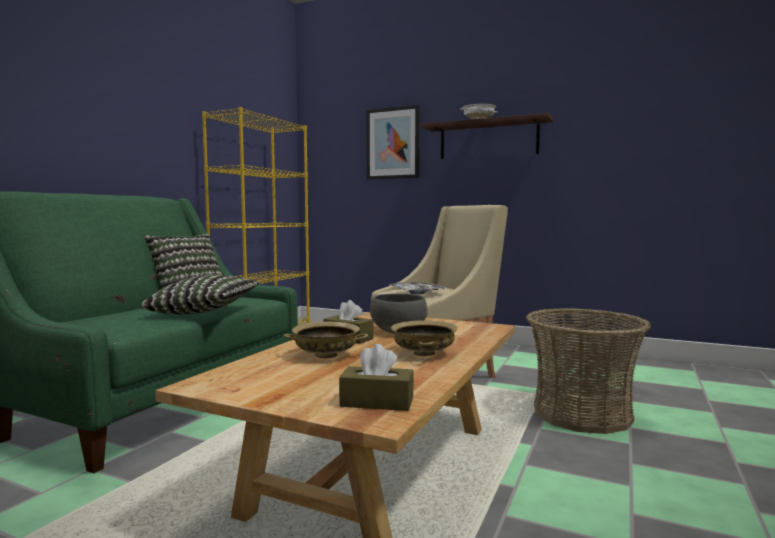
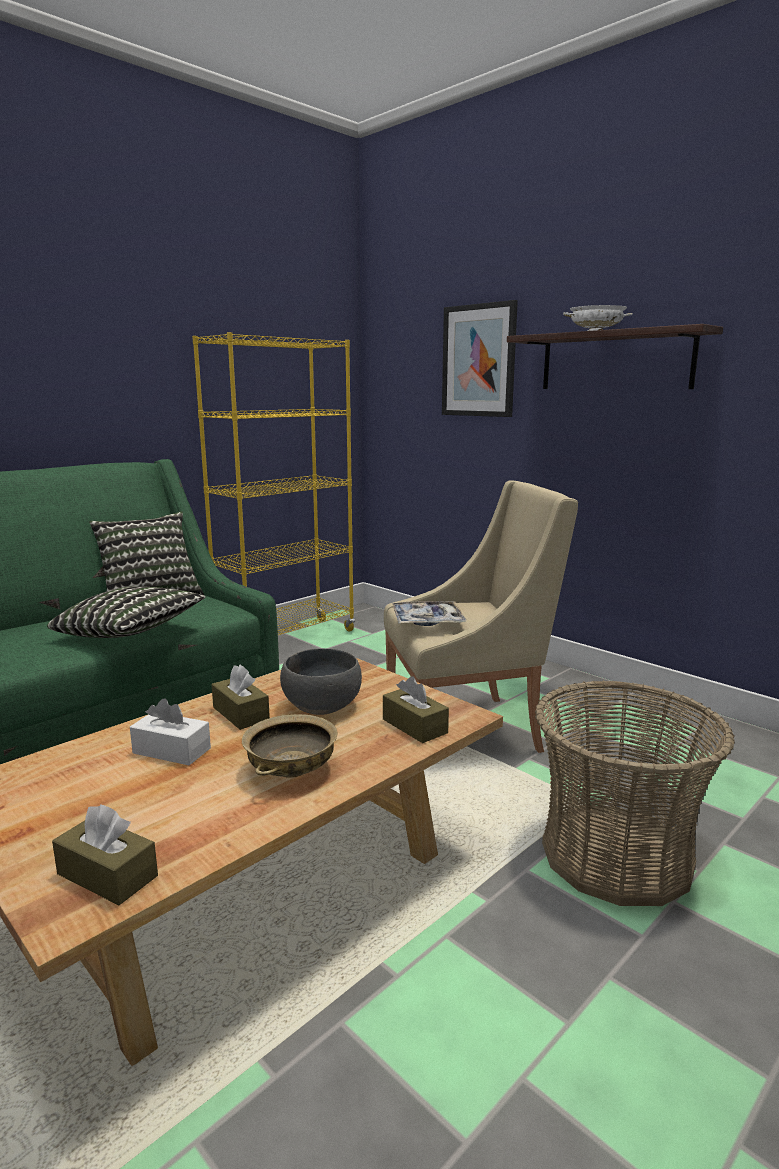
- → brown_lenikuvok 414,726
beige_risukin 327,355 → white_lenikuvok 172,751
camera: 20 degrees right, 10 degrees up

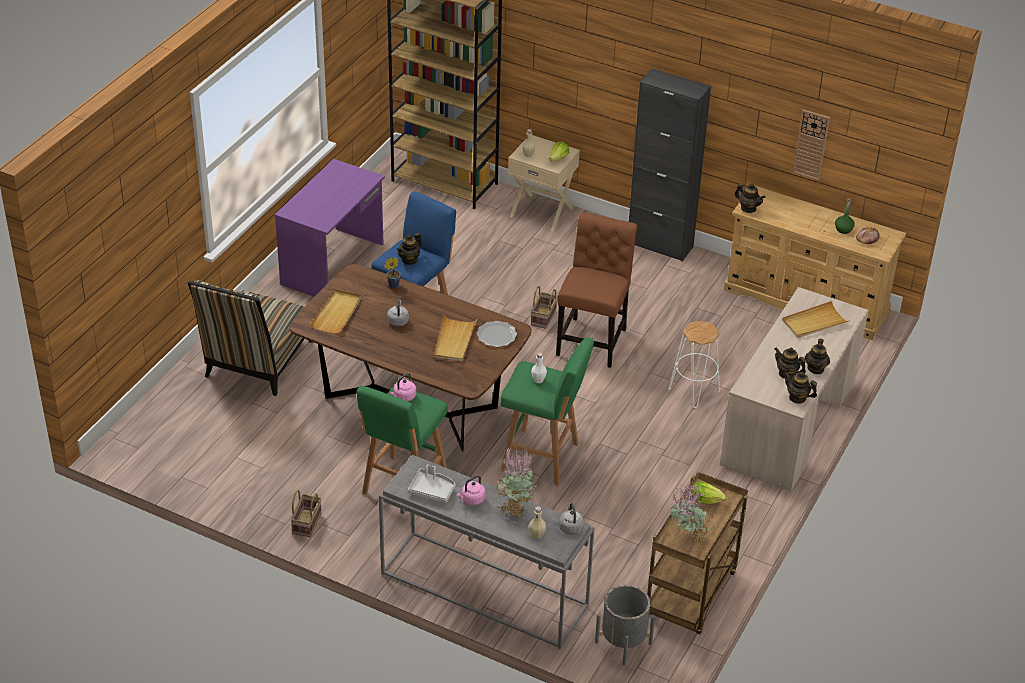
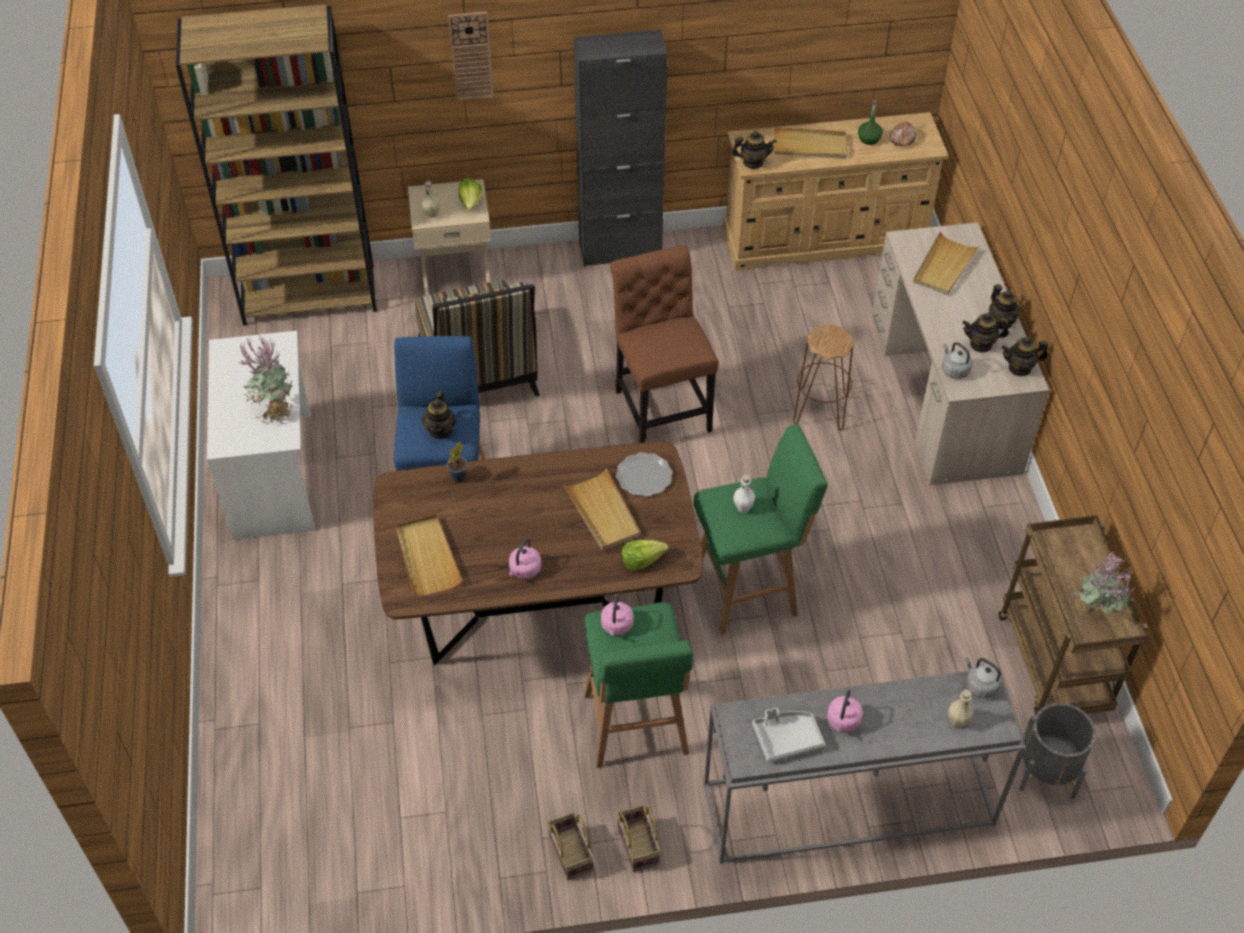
- → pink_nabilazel 524,570
- → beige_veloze 810,146
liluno 256,363 → liluno 479,372, shifted
grey_nabilazel 398,320 → grey_nabilazel 954,370, shifted
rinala 514,508 → rinala 274,410, shifted
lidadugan 543,318 → lidadugan 639,846, shifted
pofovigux 706,500 → pofovigux 642,560, shifted
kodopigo 811,144 → kodopigo 471,56, shifted
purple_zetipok 334,264 → white_zetipok 275,474
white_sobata 694,390 → brown_sobata 820,409
camera: 35 degrees left, 10 degrees up

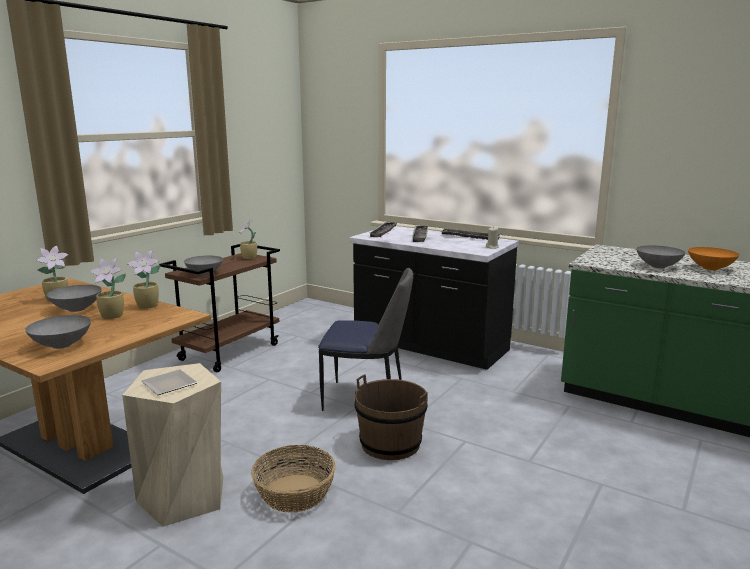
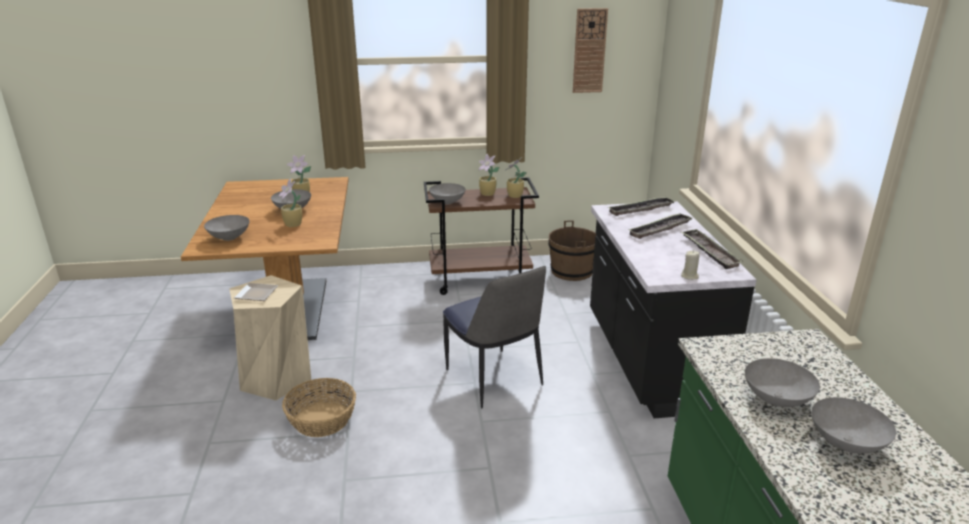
- → kodopigo 589,51
rinala 148,306 → rinala 488,194, shifted
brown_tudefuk 390,444 → brown_tudefuk 572,271, shifted
orange_risukin 710,268 → grey_risukin 846,443
camera: 50 degrees right, 10 degrees up

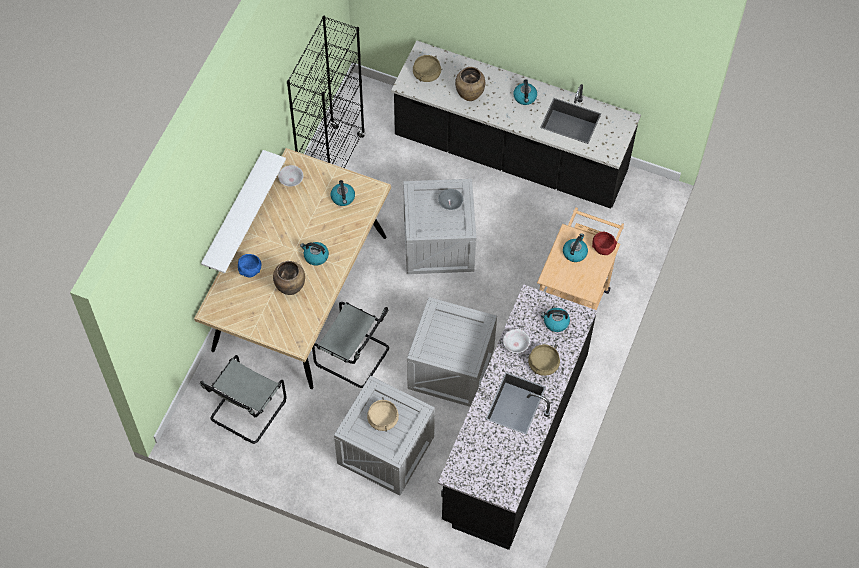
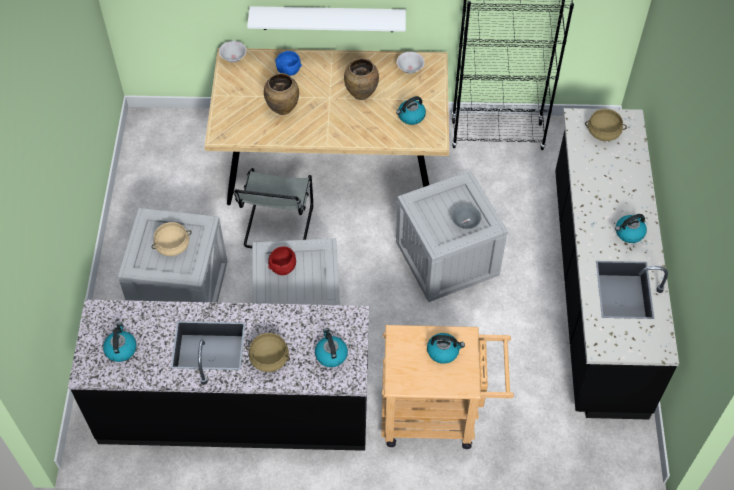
grey_liluno 246,412 → -
nabilazel 315,256 → nabilazel 121,349, shifted
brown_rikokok 469,95 → brown_rikokok 361,93, shifted
white_risukin 516,345 → white_risukin 233,58, shifted
red_risukin 603,248 → red_risukin 283,267, shifted
camera: 70 degrees right, 5 degrees down

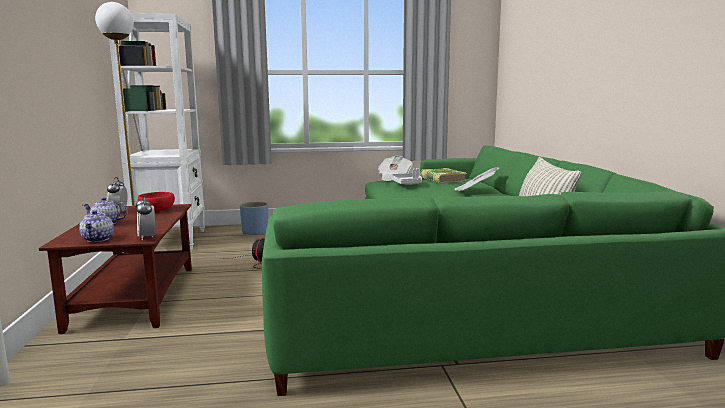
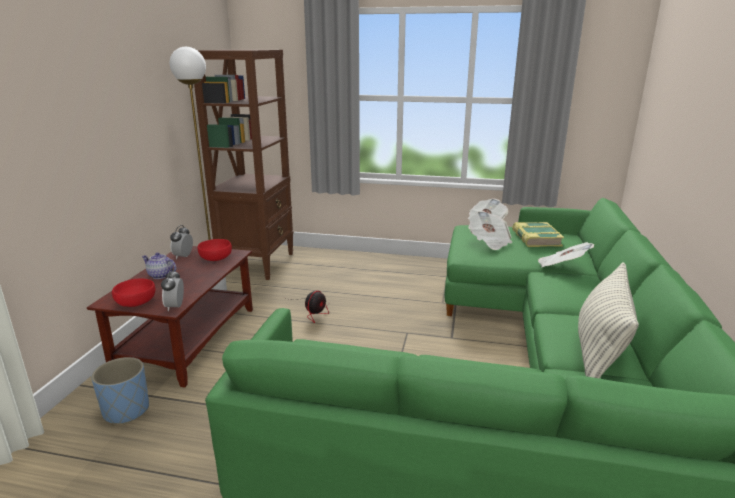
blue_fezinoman 255,232 → blue_fezinoman 126,410, shifted
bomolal 98,239 → red_risukin 137,302
grey_veloze 407,184 → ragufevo 489,241
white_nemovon 171,240 → brown_nemovon 258,263
camera: 20 degrees right, 10 degrees up

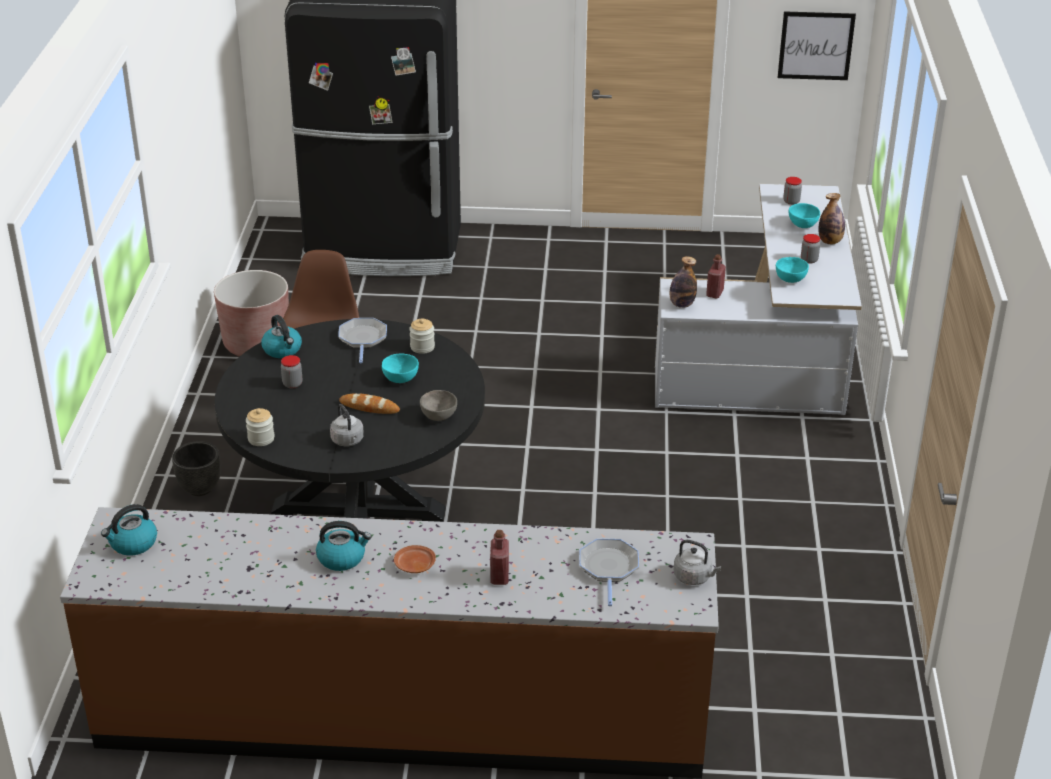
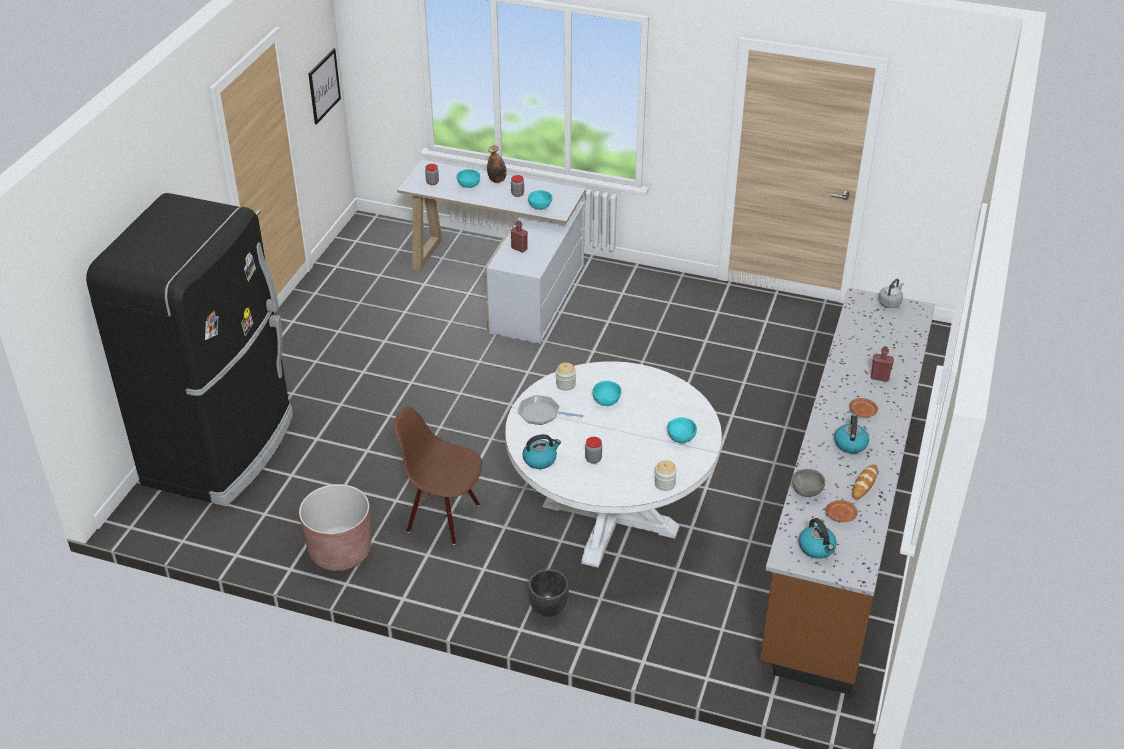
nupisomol 608,568 → -
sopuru 681,304 → -
- → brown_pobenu 841,515
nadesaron 369,407 → nadesaron 864,484, shifted
grey_risukin 439,416 → grey_risukin 806,491, shifted
grey_nabilazel 348,441 → turquoise_risukin 681,438
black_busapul 358,511 → white_busapul 610,517
camera: 75 degrees left, 5 degrees up

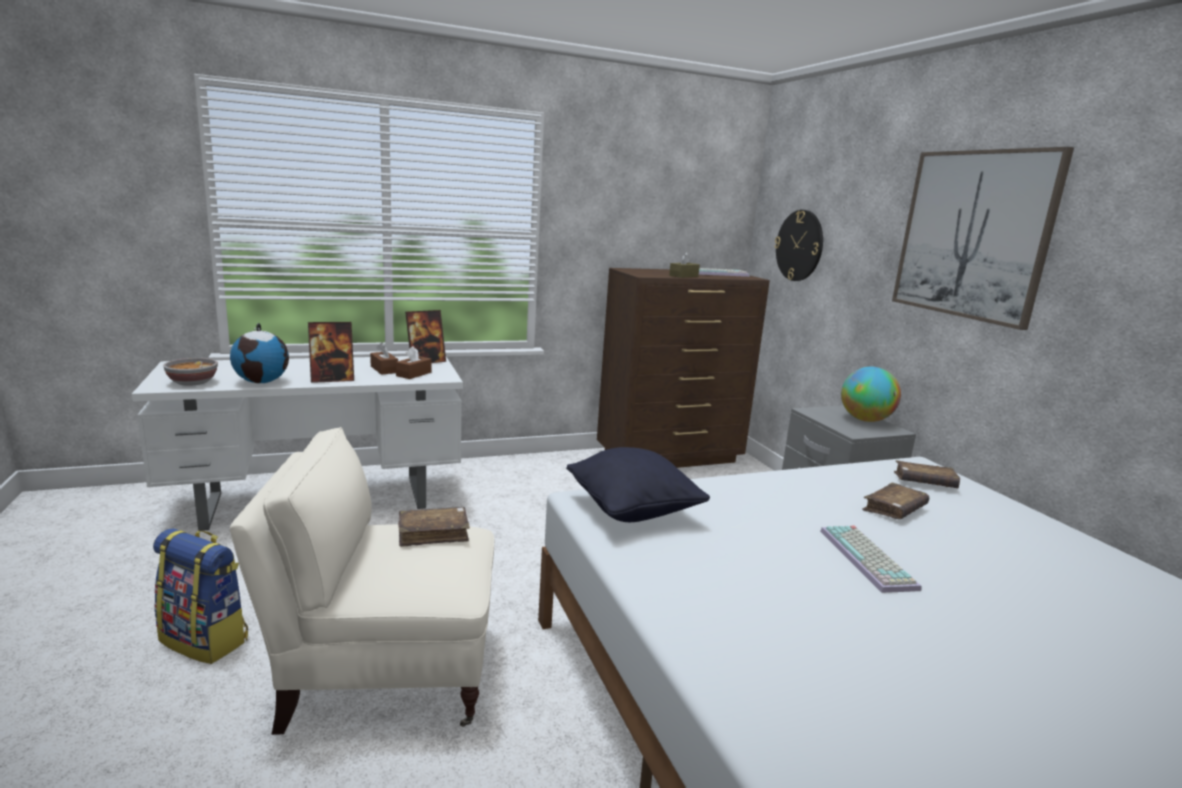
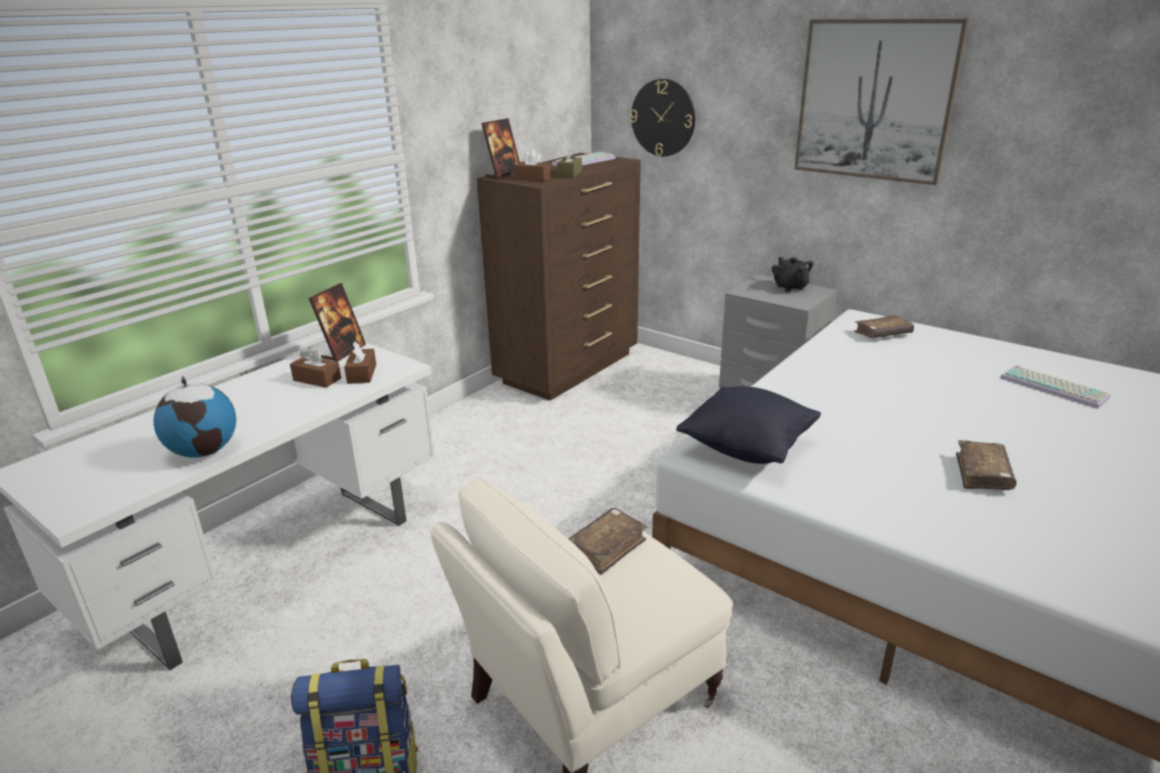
risukin 192,382 → -
- → brown_lenikuvok 532,178
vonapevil 332,379 → vonapevil 503,175, shifted
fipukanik 869,559 → fipukanik 1055,387, shifted
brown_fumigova 894,509 → brown_fumigova 982,474, shifted
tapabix 865,420 → black_bomolal 790,287
camera: 30 degrees left, 10 degrees up

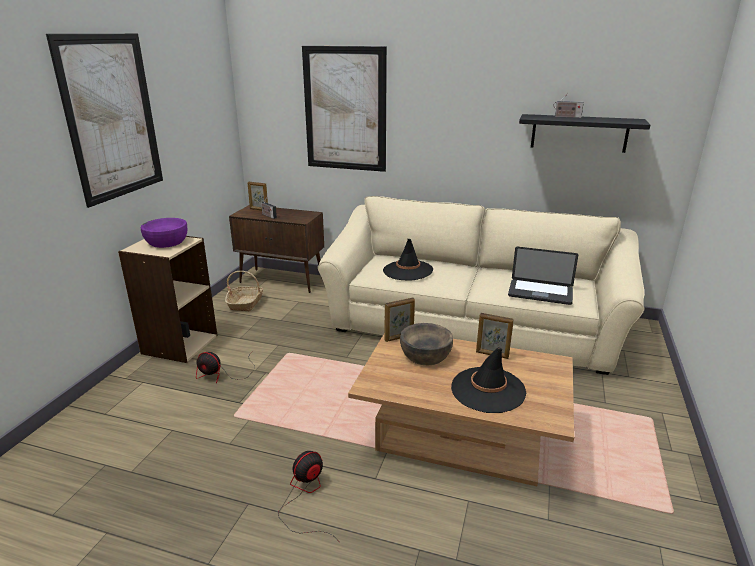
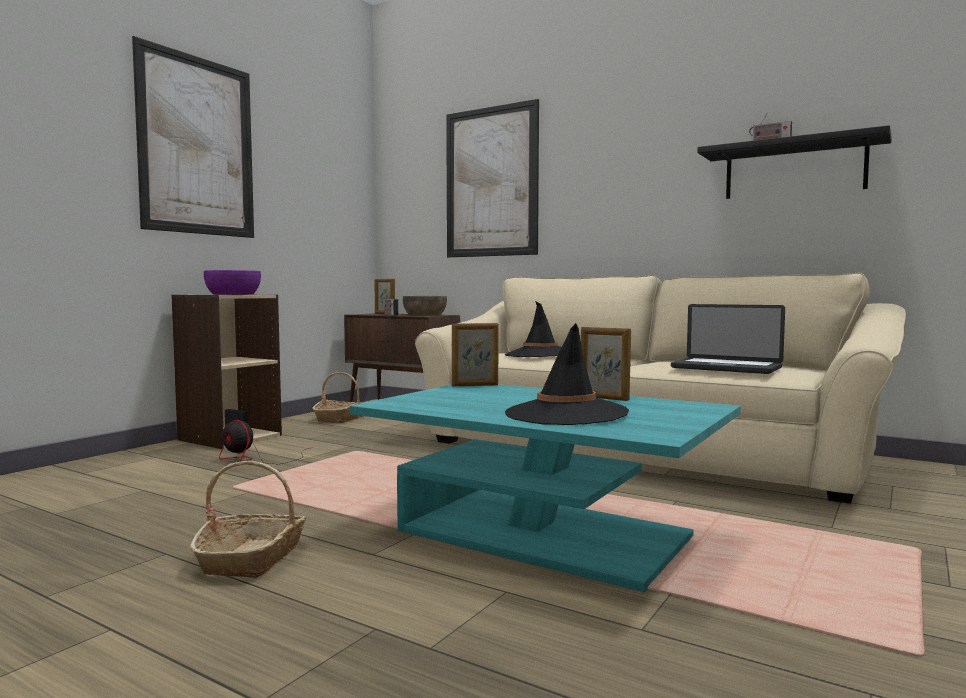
brown_risukin 425,355 → brown_risukin 425,315, shifted
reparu 306,497 → lidadugan 252,557
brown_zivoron 460,438 → turquoise_zivoron 543,534
camera: 15 degrees right, 20 degrees down

